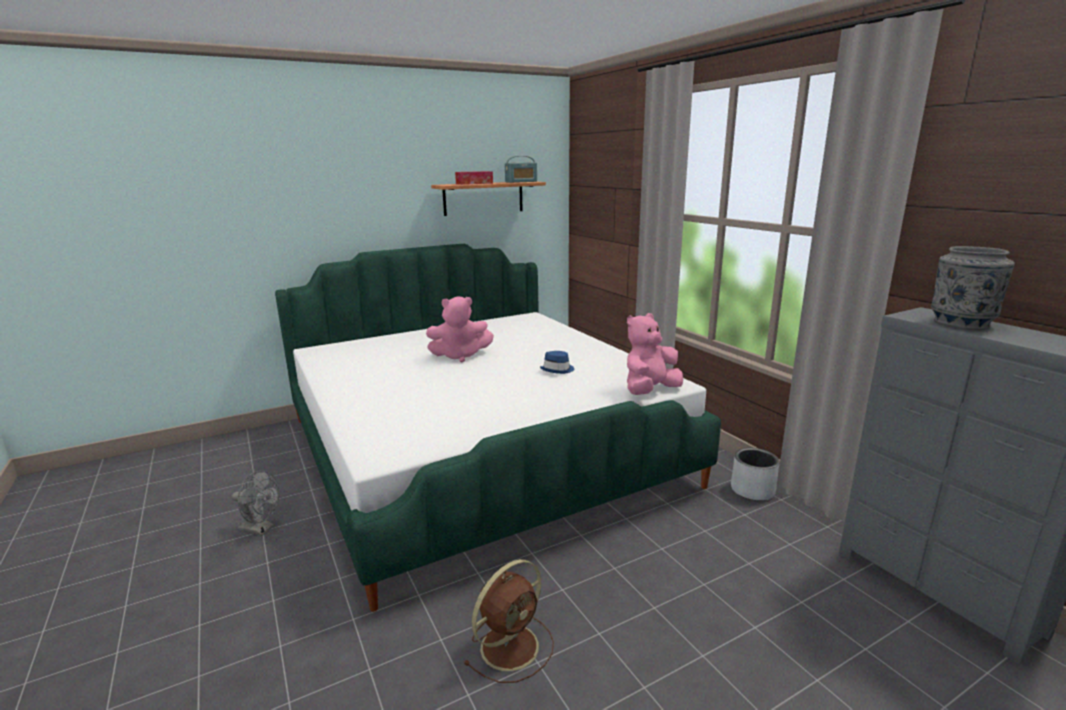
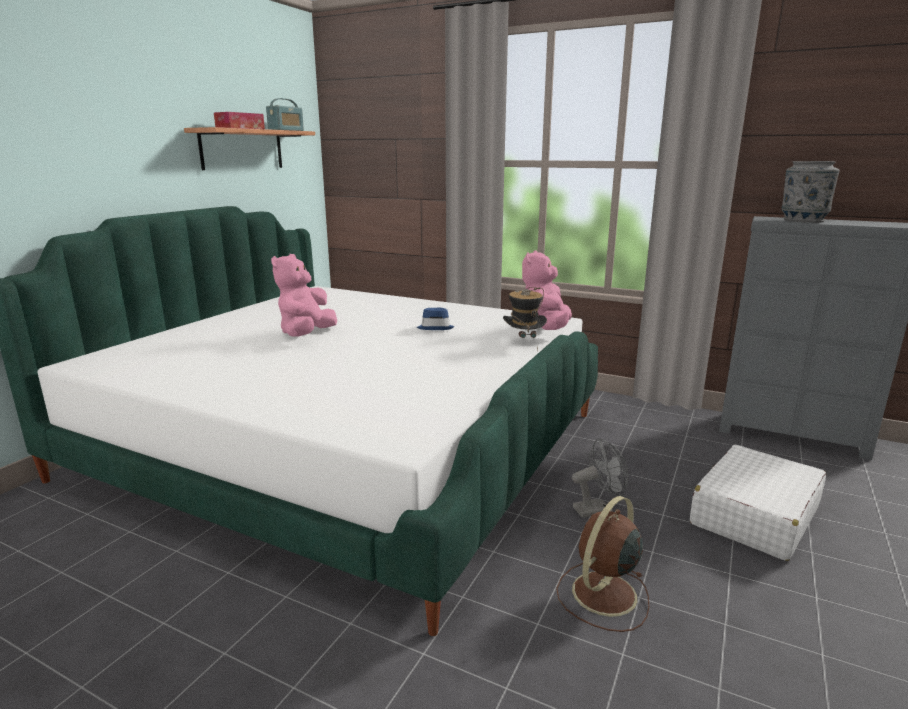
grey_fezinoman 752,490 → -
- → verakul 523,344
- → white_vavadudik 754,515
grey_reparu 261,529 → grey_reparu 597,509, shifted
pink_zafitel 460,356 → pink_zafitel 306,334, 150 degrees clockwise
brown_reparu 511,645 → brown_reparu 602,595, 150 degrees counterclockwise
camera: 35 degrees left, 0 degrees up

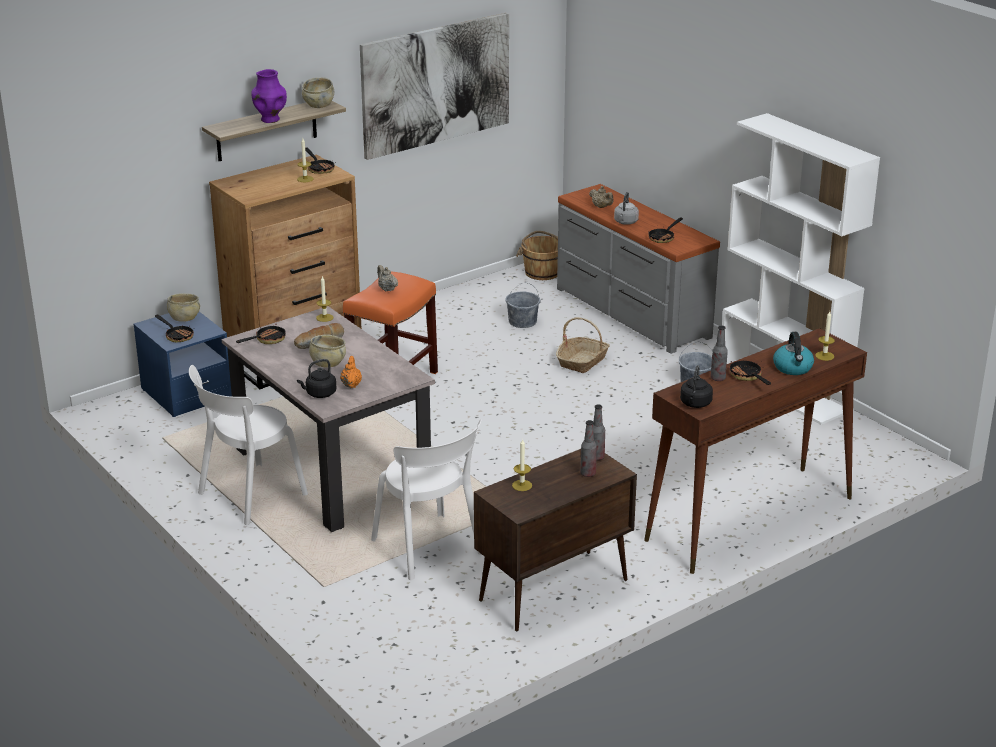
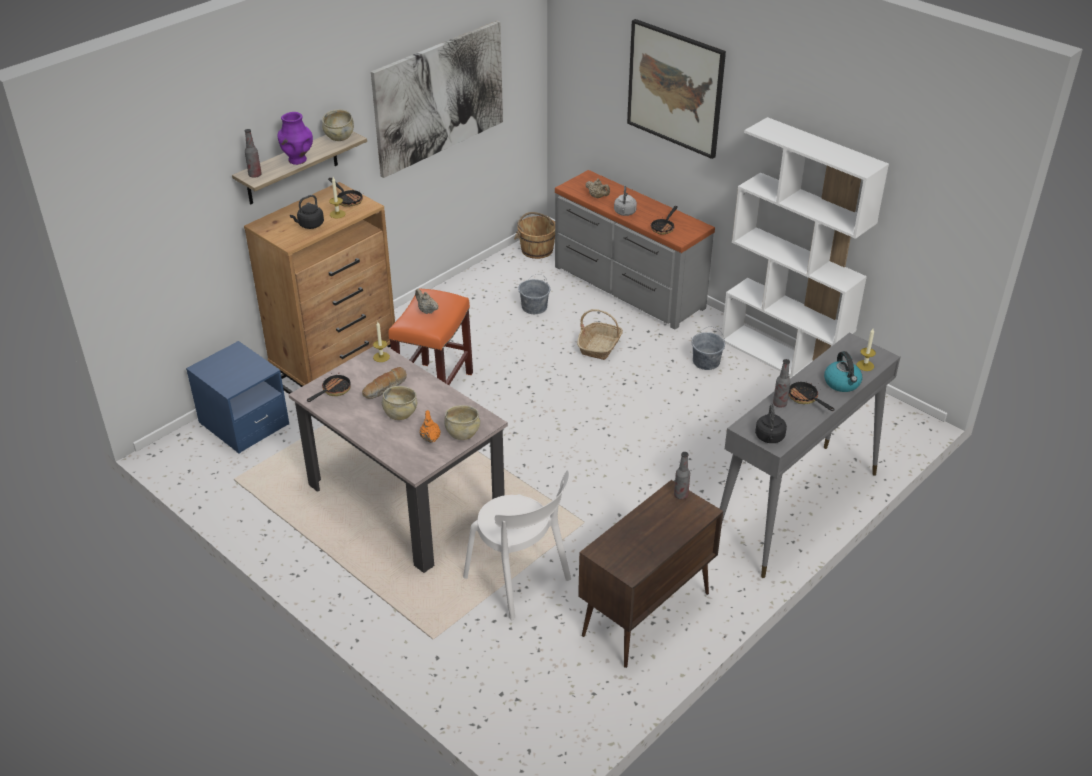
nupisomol 177,335 → -
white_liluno 248,496 → -
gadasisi 522,485 → -
- → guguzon 675,88
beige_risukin 184,318 → beige_risukin 462,433, shifted
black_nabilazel 319,394 → black_nabilazel 310,225, shifted
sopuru 588,473 → sopuru 255,175, shifted
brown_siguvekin 749,519 → grey_siguvekin 795,509
camera: 10 degrees left, 10 degrees up

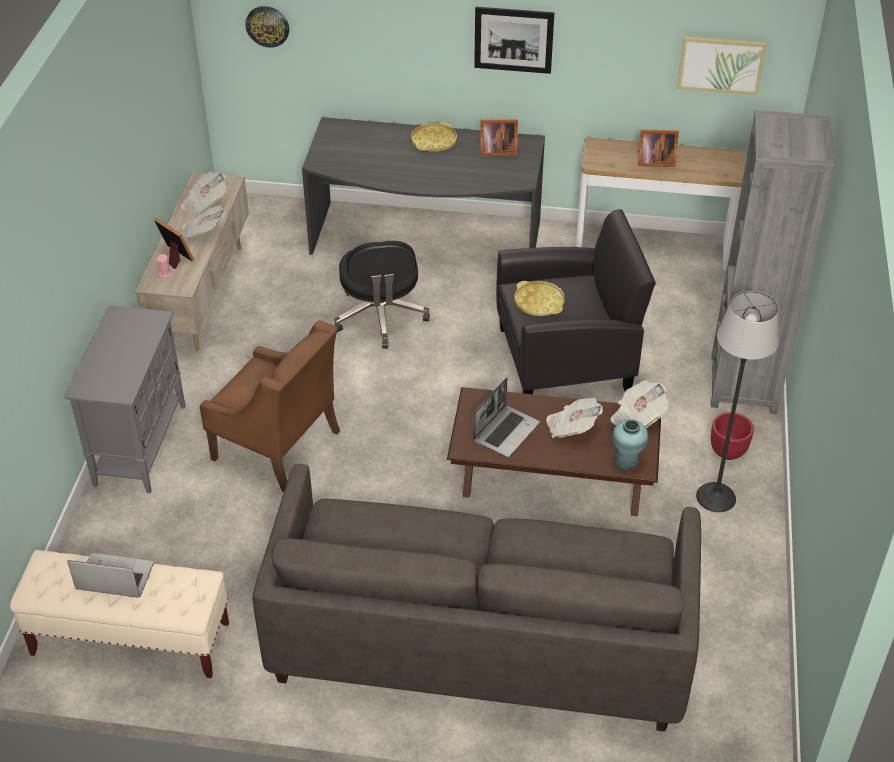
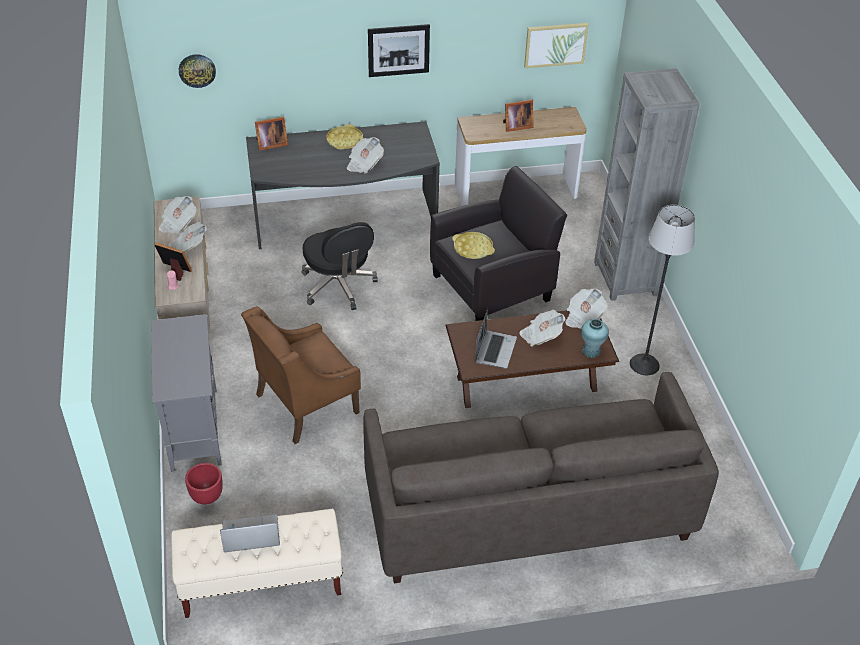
- → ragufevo 364,164
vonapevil 496,151 → vonapevil 270,144, shifted
red_fezinoman 728,452 → red_fezinoman 207,496, shifted
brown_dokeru 277,446 → brown_dokeru 305,404, 135 degrees clockwise
camera: 20 degrees left, 0 degrees up

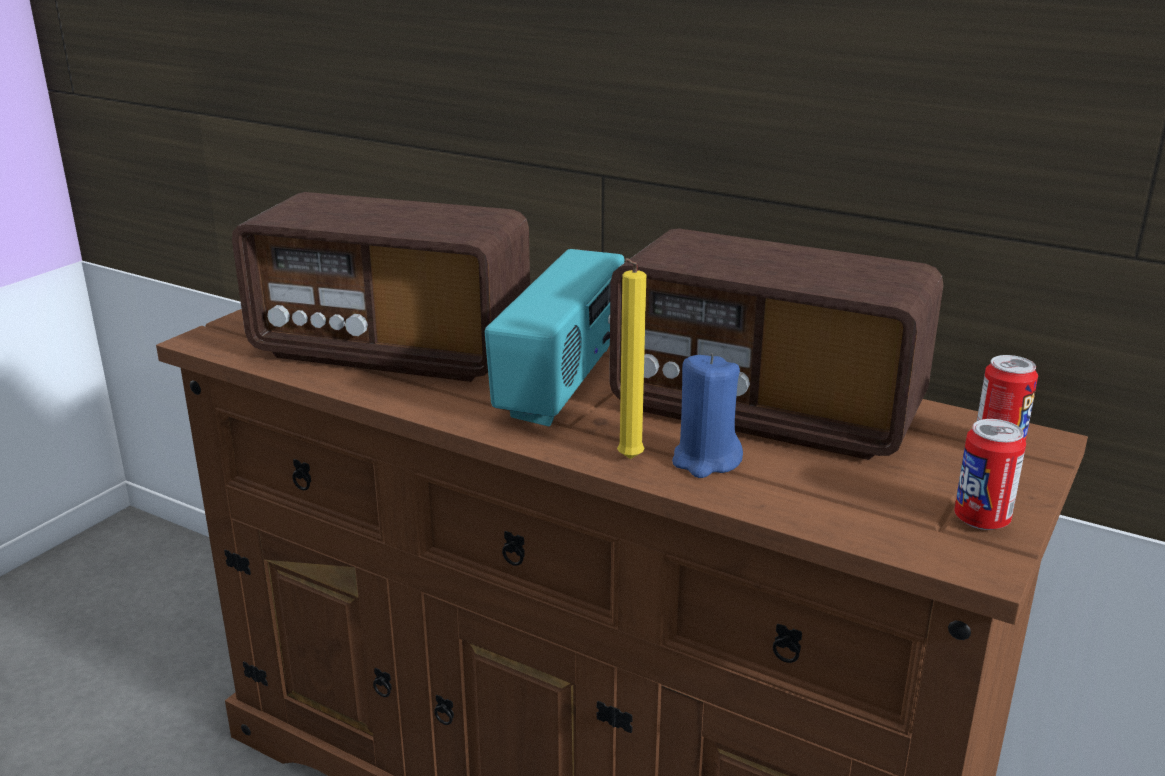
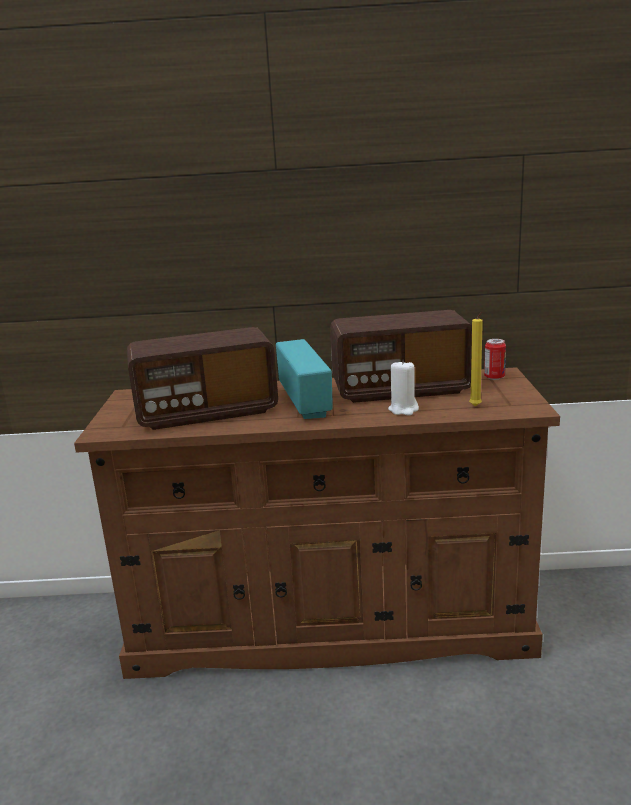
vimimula 981,520 → -
yellow_gadasisi 628,461 → yellow_gadasisi 475,407, shifted
blue_gadasisi 705,460 → white_gadasisi 403,410
camera: 30 degrees left, 5 degrees down

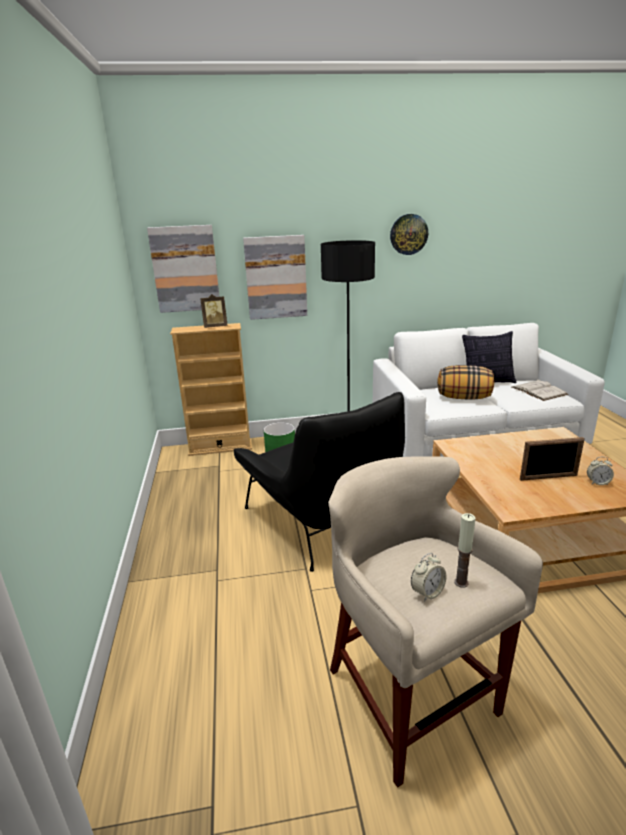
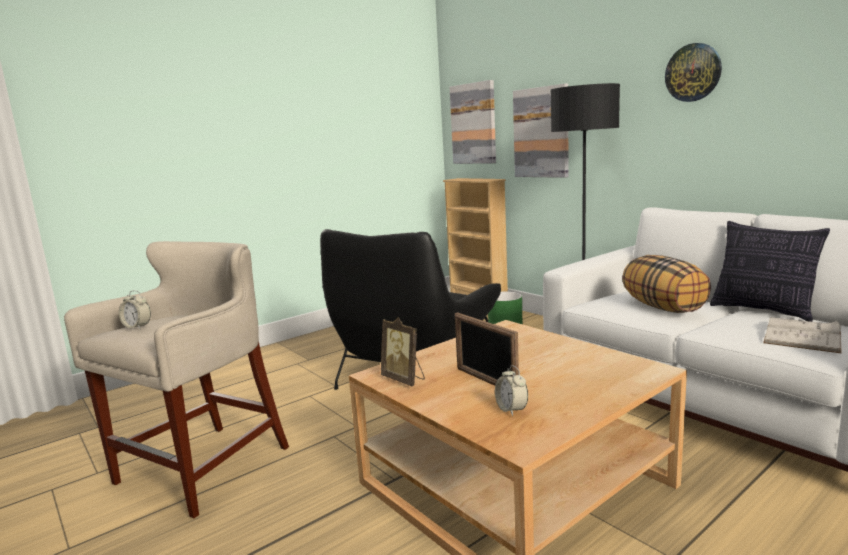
gadasisi 461,582 → -
vonapevil 215,327 → vonapevil 404,379, shifted
camera: 60 degrees right, 10 degrees down

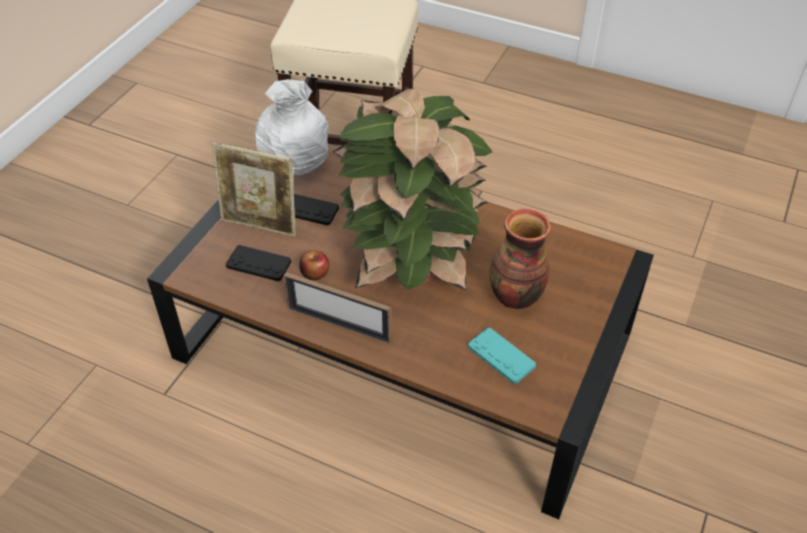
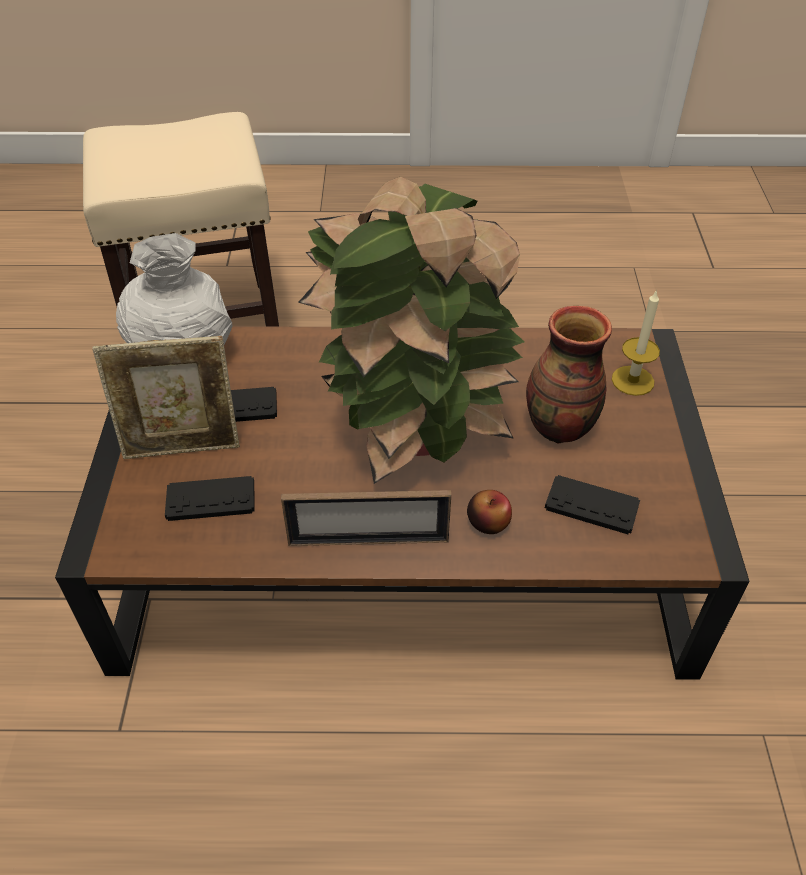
- → gadasisi 632,380
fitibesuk 315,273 → fitibesuk 488,522, shifted
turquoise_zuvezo 501,356 → black_zuvezo 591,506
camera: 25 degrees left, 0 degrees up

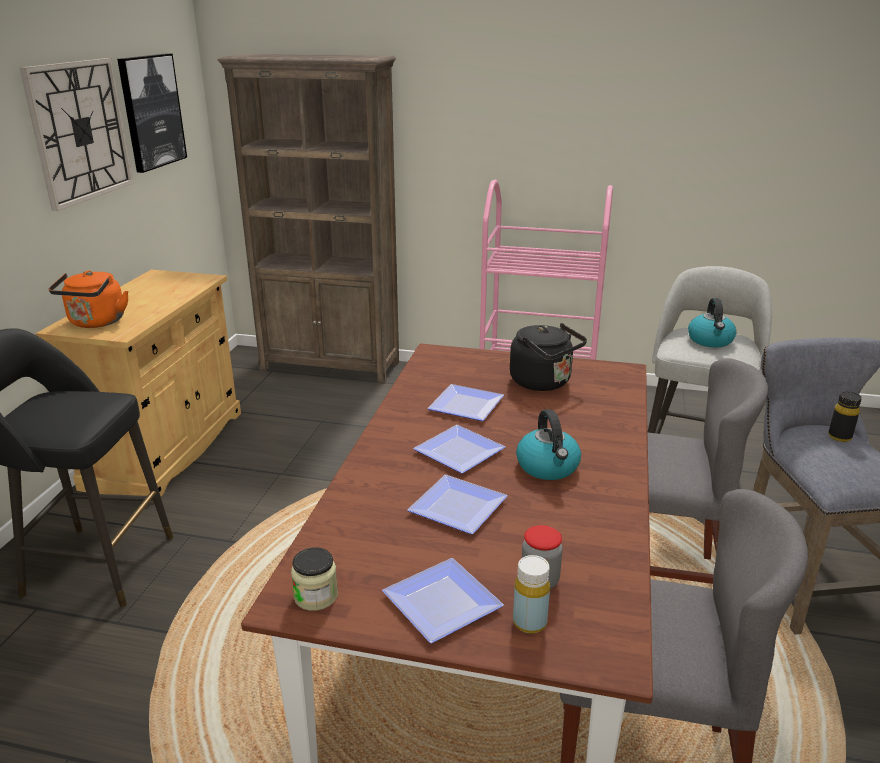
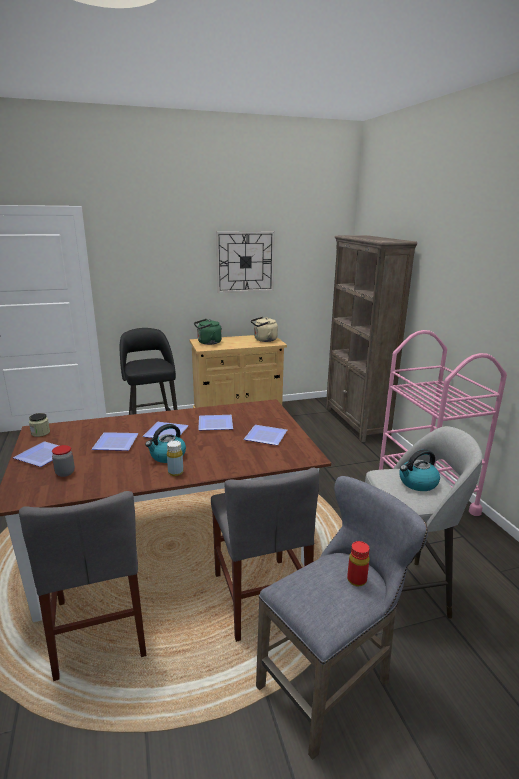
guguzon 151,111 → -
- → beige_nabilazel 264,340
yellow_sopuru 529,622 → yellow_sopuru 175,472, shifted
black_nabilazel 544,383 → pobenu 264,437
orange_nabilazel 96,323 → green_nabilazel 208,343
black_sopuru 839,437 → red_sopuru 356,580
camera: 60 degrees right, 5 degrees down

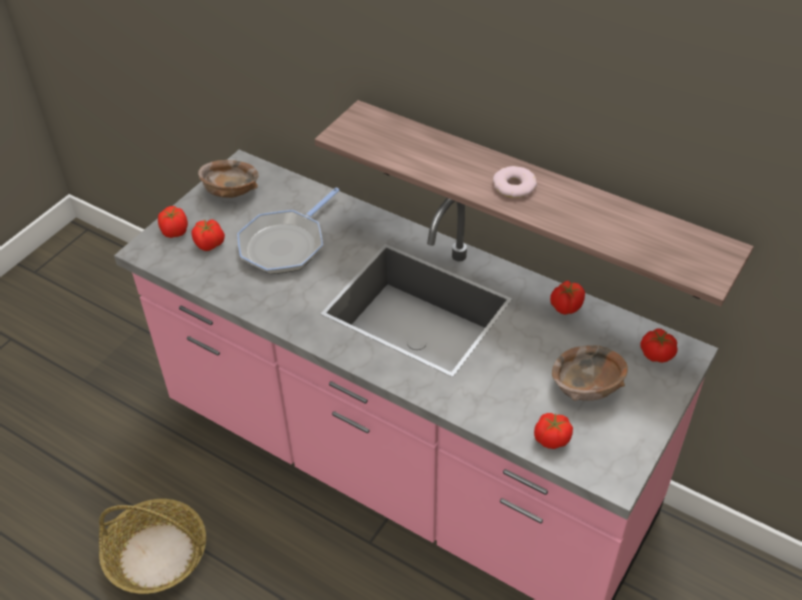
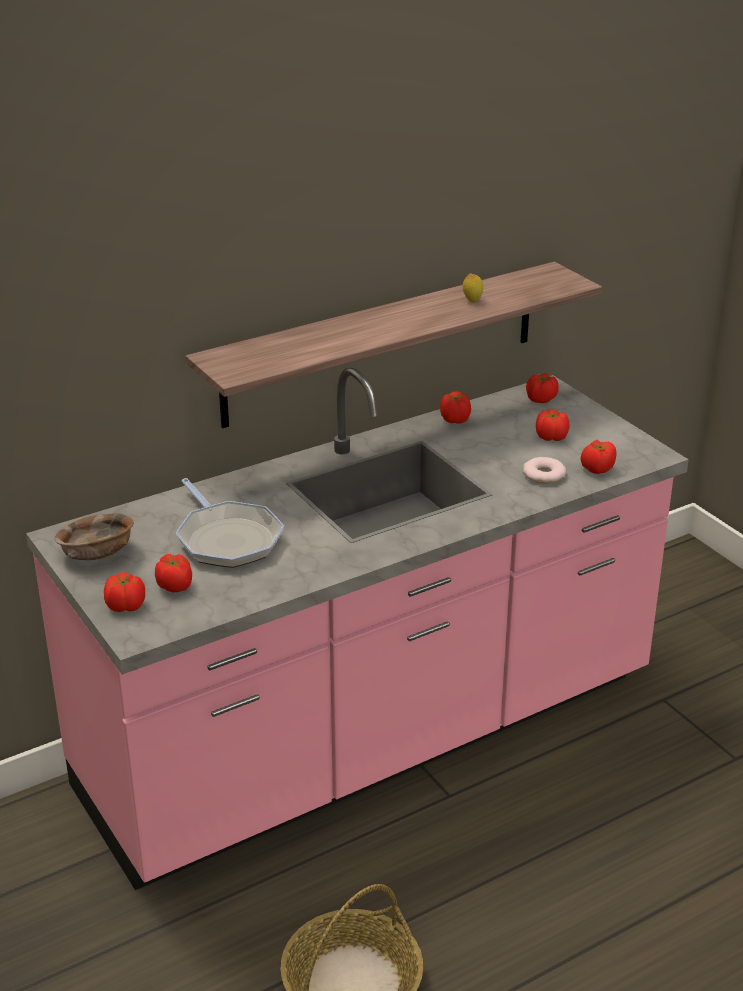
- → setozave 472,300
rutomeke 514,186 → rutomeke 543,475, shifted
brown_risukin 587,386 → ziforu 552,438
camera: 65 degrees left, 15 degrees down

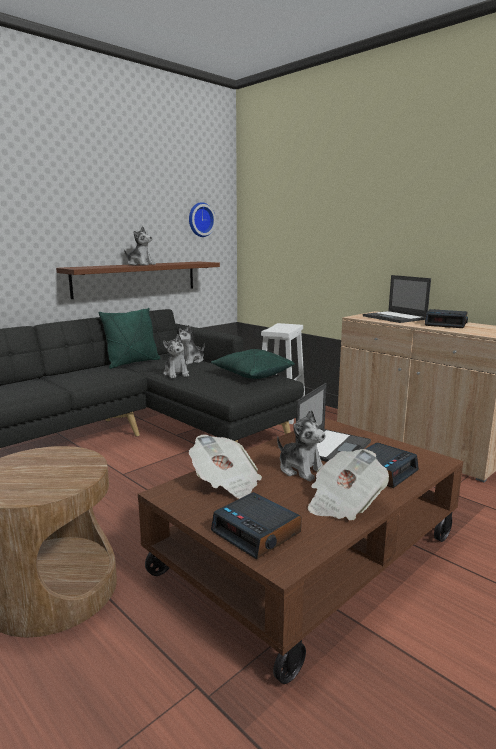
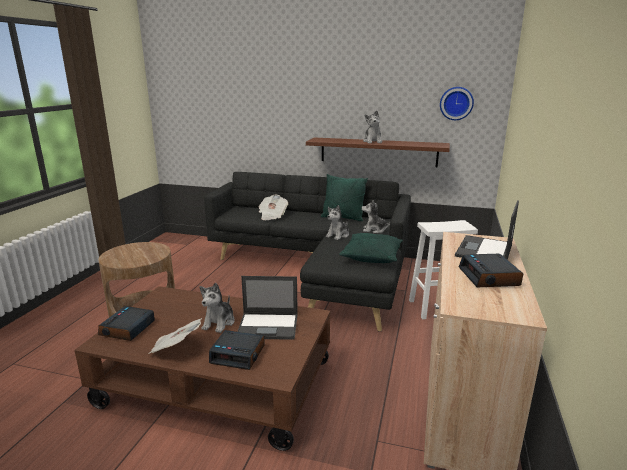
ragufevo 226,483 → ragufevo 272,215, shifted
camera: 60 degrees right, 5 degrees up

